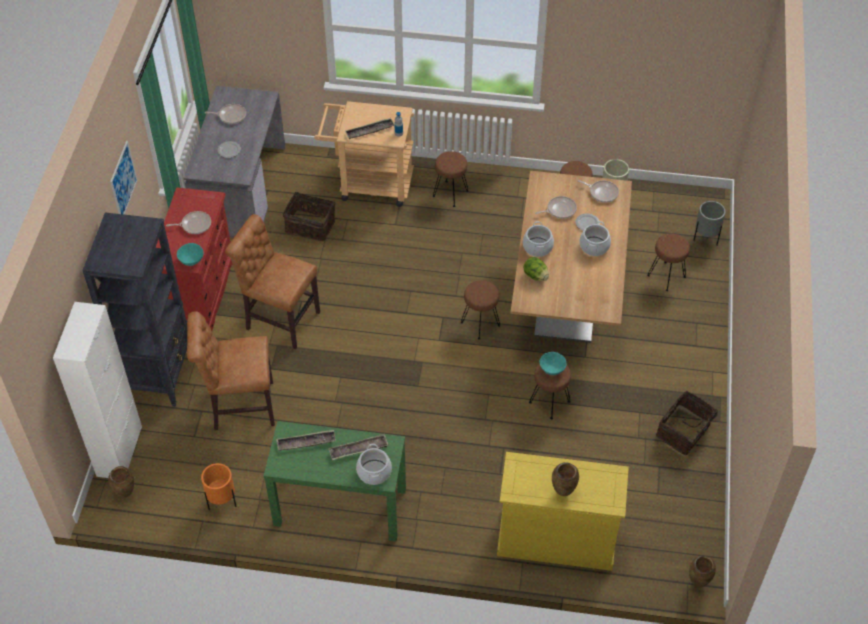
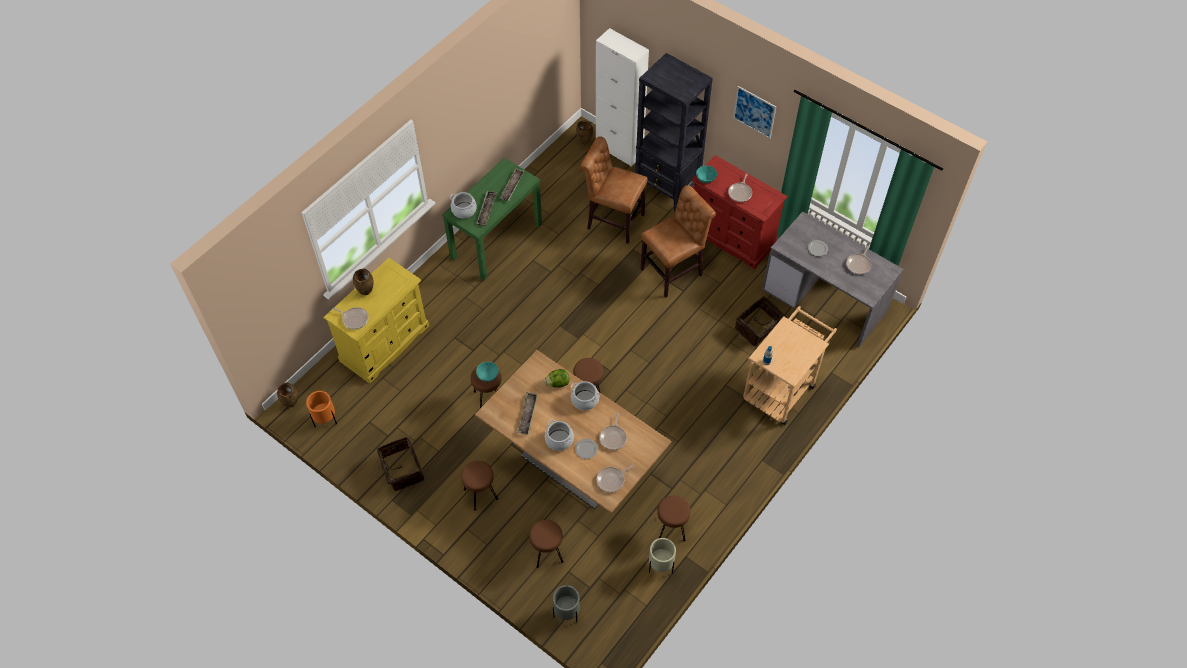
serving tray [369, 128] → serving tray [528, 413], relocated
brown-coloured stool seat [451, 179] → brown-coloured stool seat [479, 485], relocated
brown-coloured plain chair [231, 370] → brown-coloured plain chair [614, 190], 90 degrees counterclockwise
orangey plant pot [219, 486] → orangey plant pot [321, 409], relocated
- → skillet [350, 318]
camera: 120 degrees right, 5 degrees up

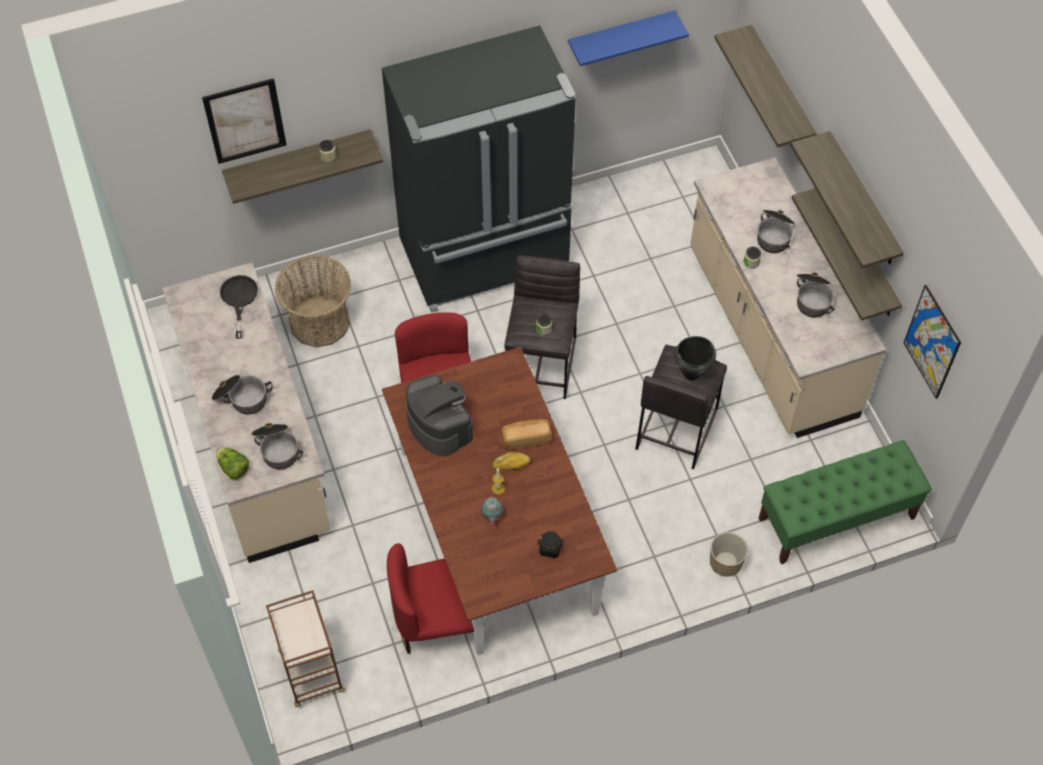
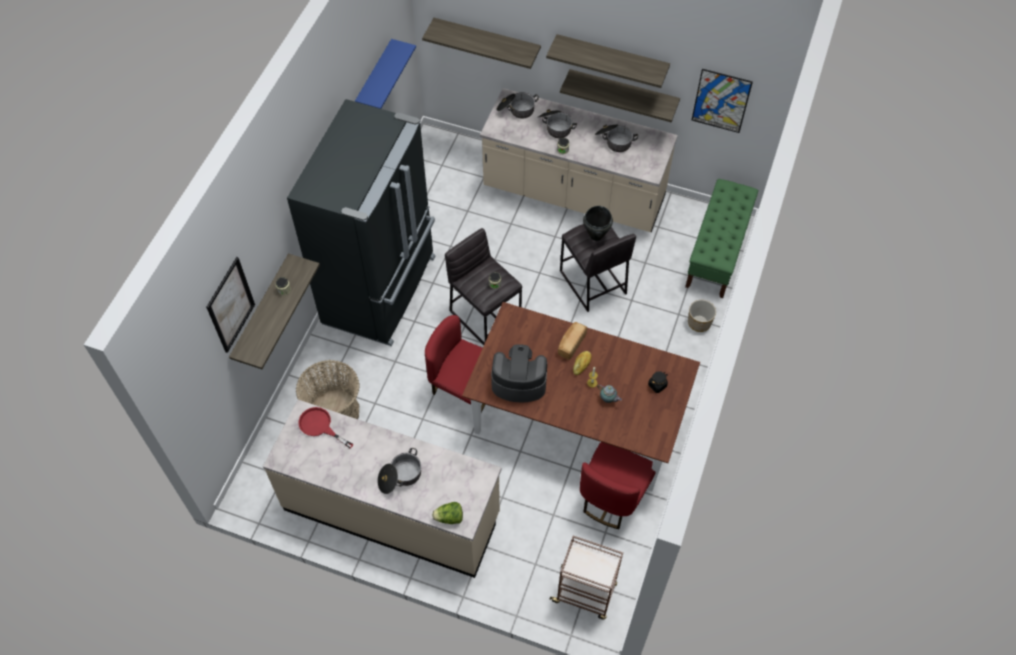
blackish skillet [239, 307] → red-coloured skillet [325, 427]
saucepot [277, 446] → saucepot [517, 105], relocated
camera: 50 degrees left, 0 degrees up

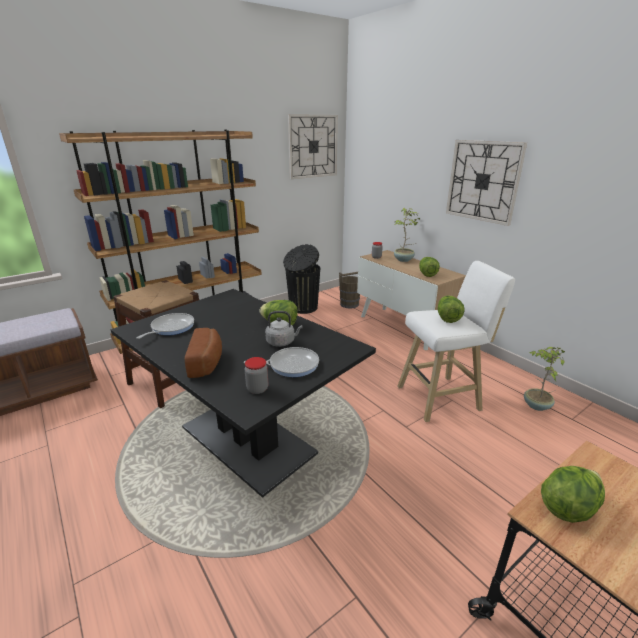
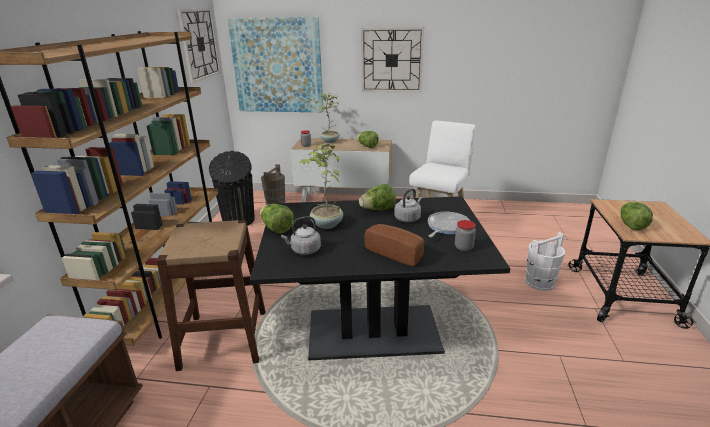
lettuce head [451, 309] → lettuce head [277, 219], relocated
skillet [165, 326] → gray kettle [301, 235]
plant in a pot [544, 379] → plant in a pot [321, 186], relocated
- → wall picture [275, 64]
- → whitish water bucket [545, 261]
camera: 45 degrees left, 0 degrees up

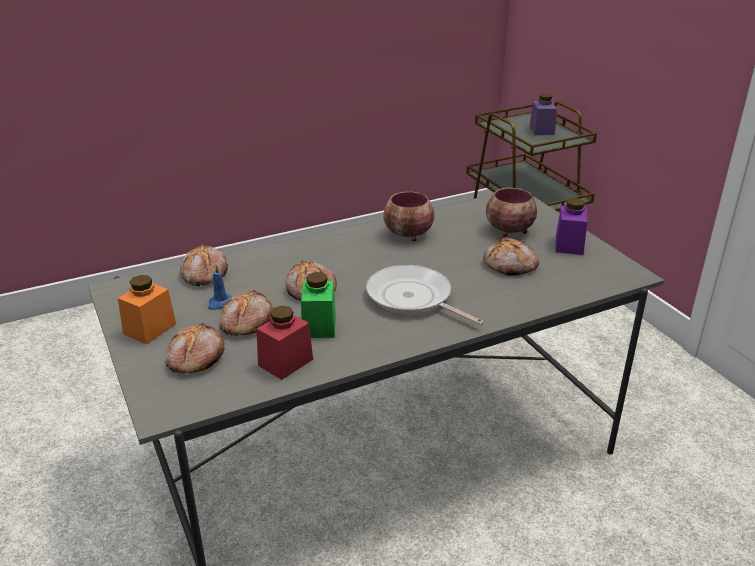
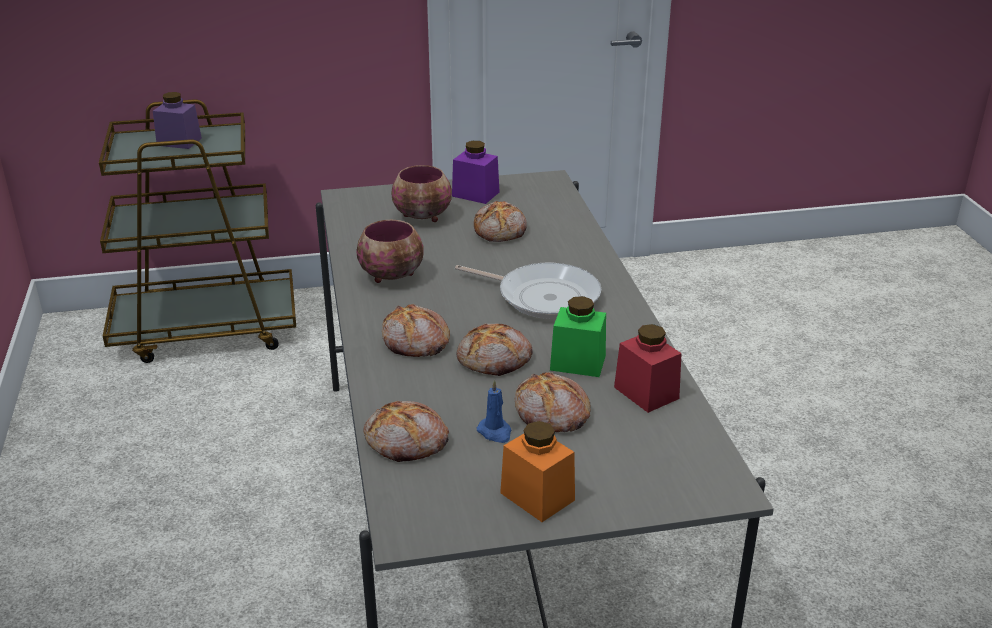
skillet [425, 295] → skillet [528, 291], 120 degrees counterclockwise
bakery bread [195, 348] → bakery bread [416, 330], relocated
camera: 75 degrees left, 0 degrees up

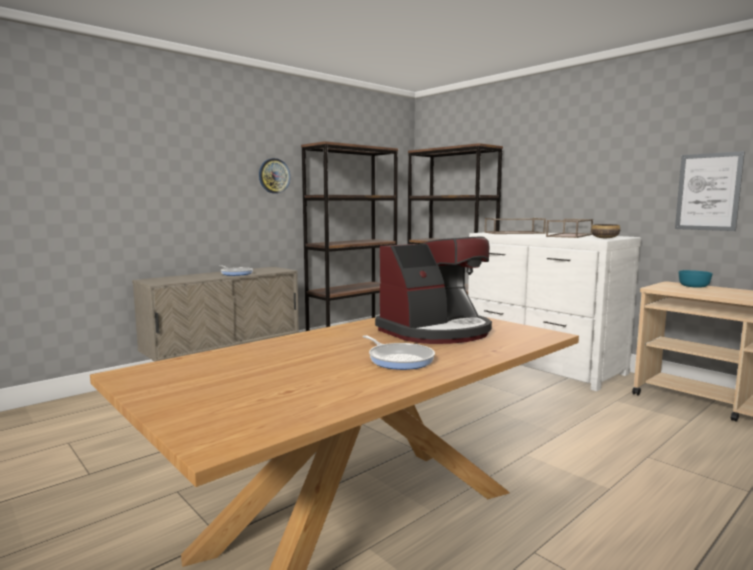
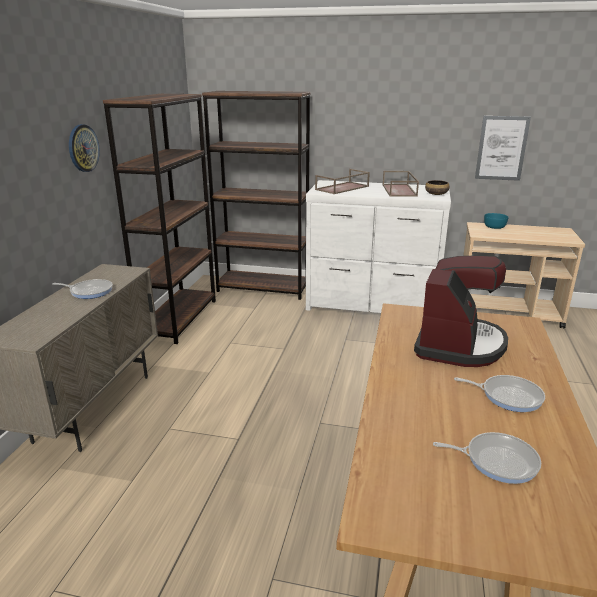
- → skillet [487, 458]
camera: 35 degrees left, 15 degrees up

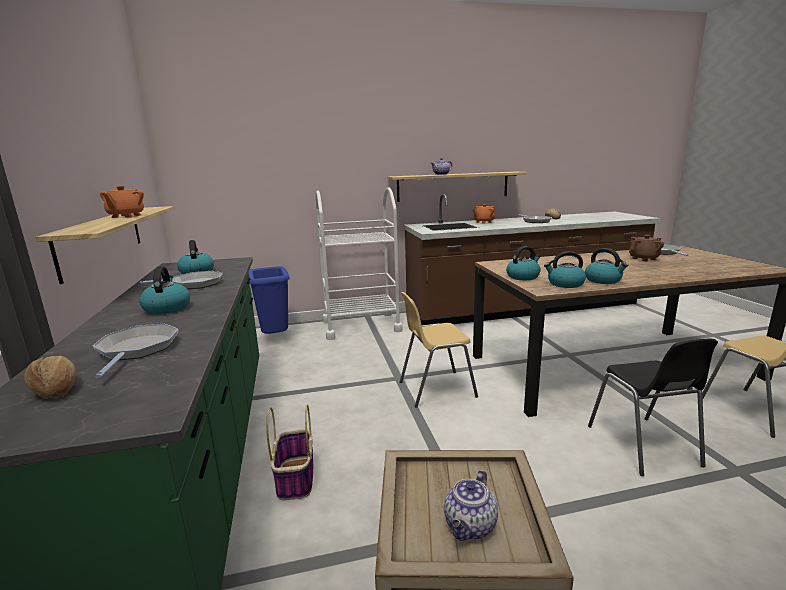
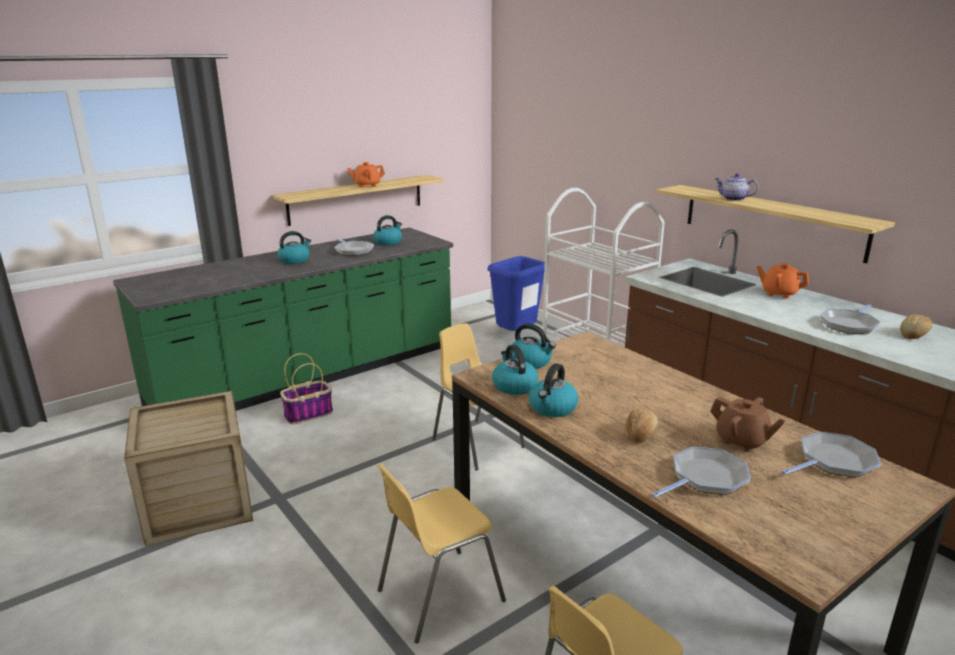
skillet [135, 351] → skillet [701, 472], relocated
blackish plain chair [653, 407] → yellow-coloured plain chair [441, 553]
bakery bread [50, 377] → bakery bread [642, 425], relocated
teapot [471, 505] → -
camera: 65 degrees right, 5 degrees up

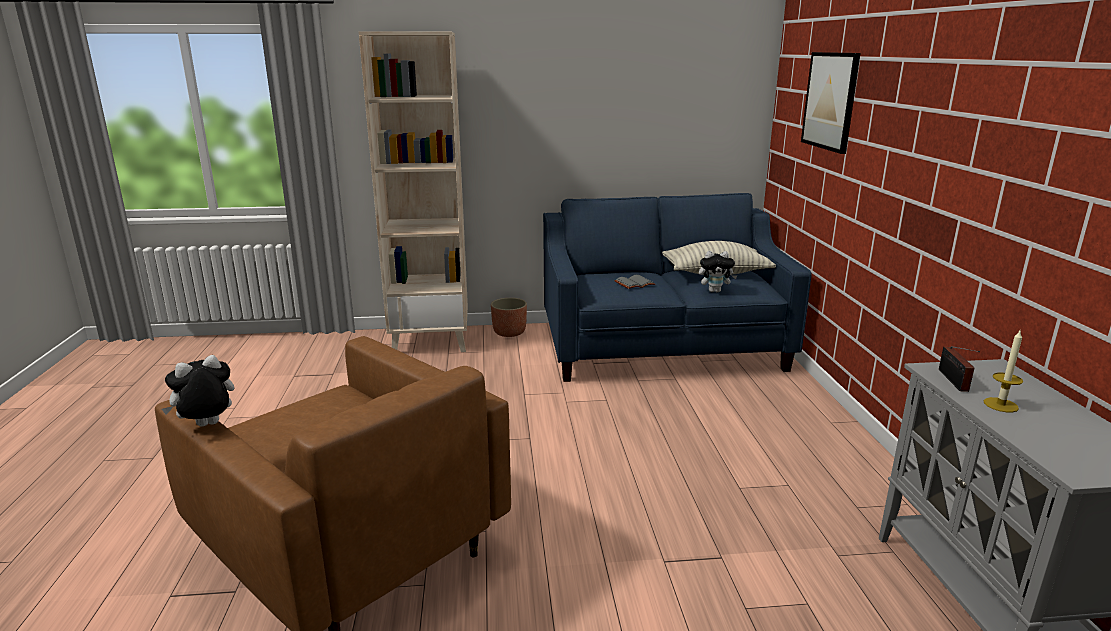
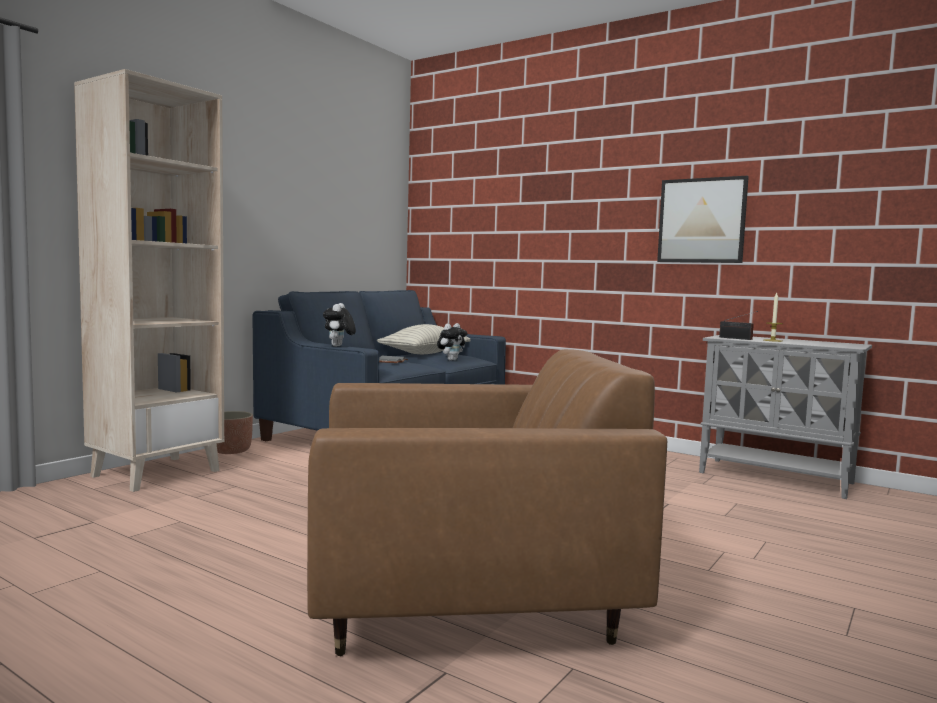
wall picture [831, 103] → wall picture [703, 219], relocated
soft toy [198, 391] → soft toy [339, 324], relocated
camera: 50 degrees left, 15 degrees down

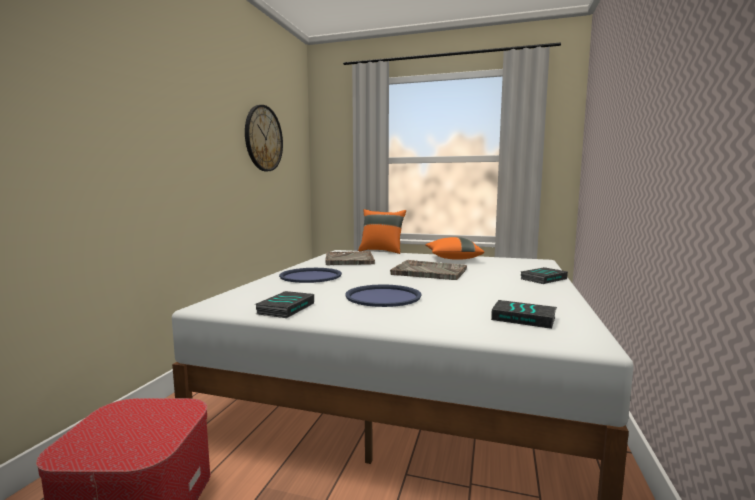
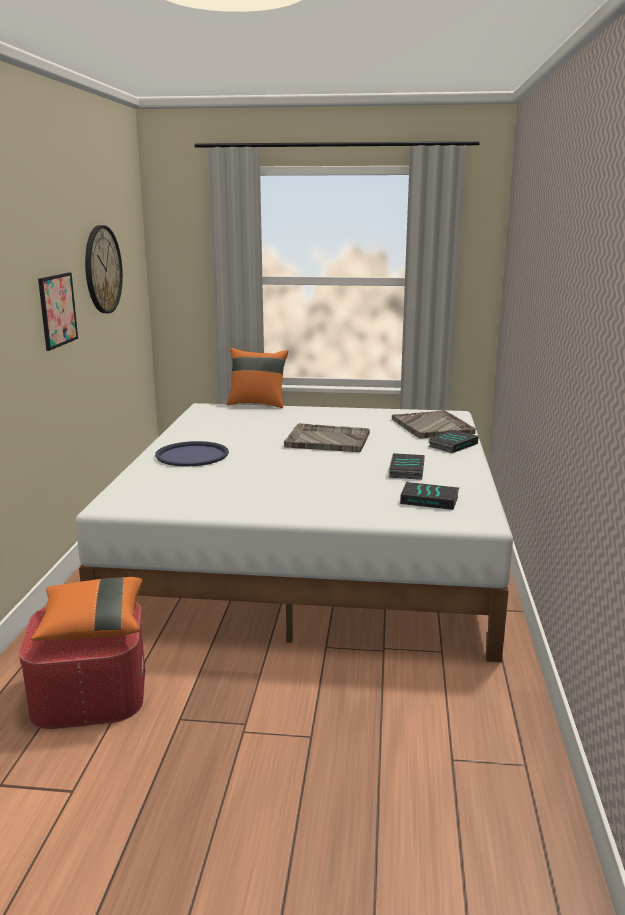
orangey throw pillow [454, 248] → orangey throw pillow [87, 609], relocated
gray serving tray [350, 258] → gray serving tray [434, 424], relocated
blue-coloured serving tray [383, 295] → -
volume [284, 304] → volume [407, 466], relocated
- → wall picture [58, 312]
camera: 10 degrees left, 10 degrees up

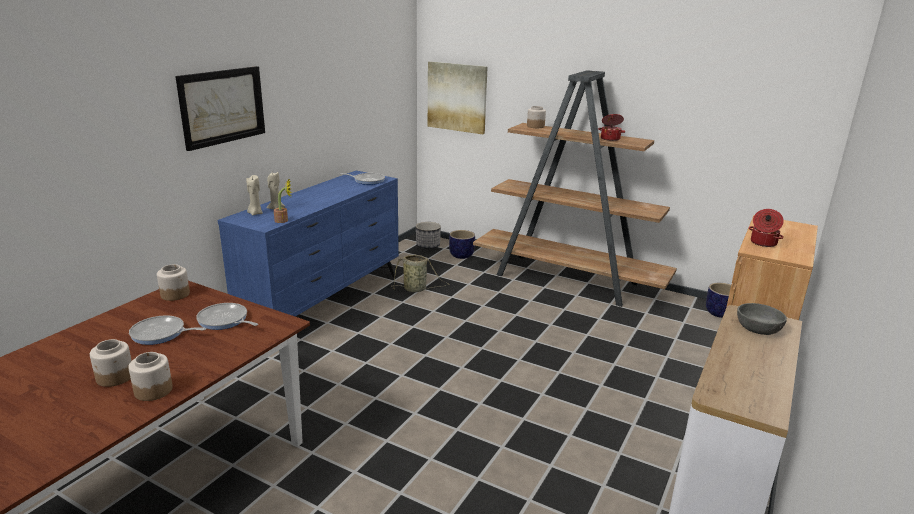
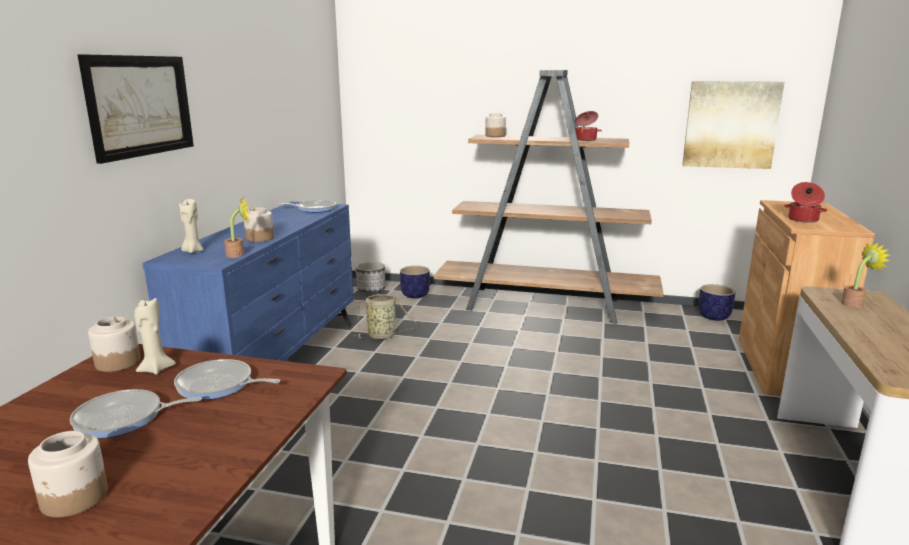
wall picture [458, 97] → wall picture [733, 125], relocated
sand-coloured wax light [275, 191] → sand-coloured wax light [155, 336], relocated
gray bowl [762, 319] → plant in a pot [865, 275]
jar [150, 376] → jar [258, 225], relocated
camera: 15 degrees left, 5 degrees down

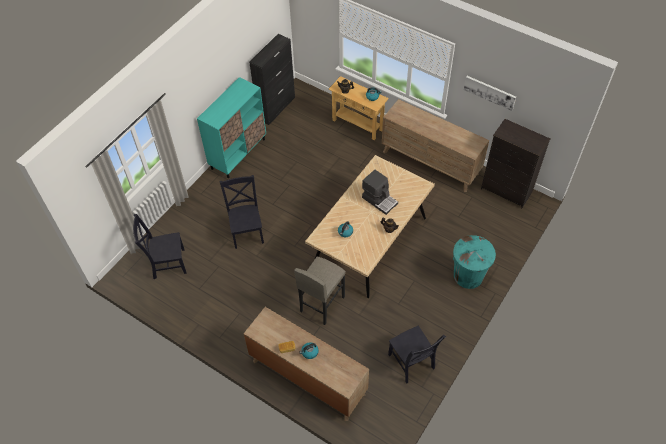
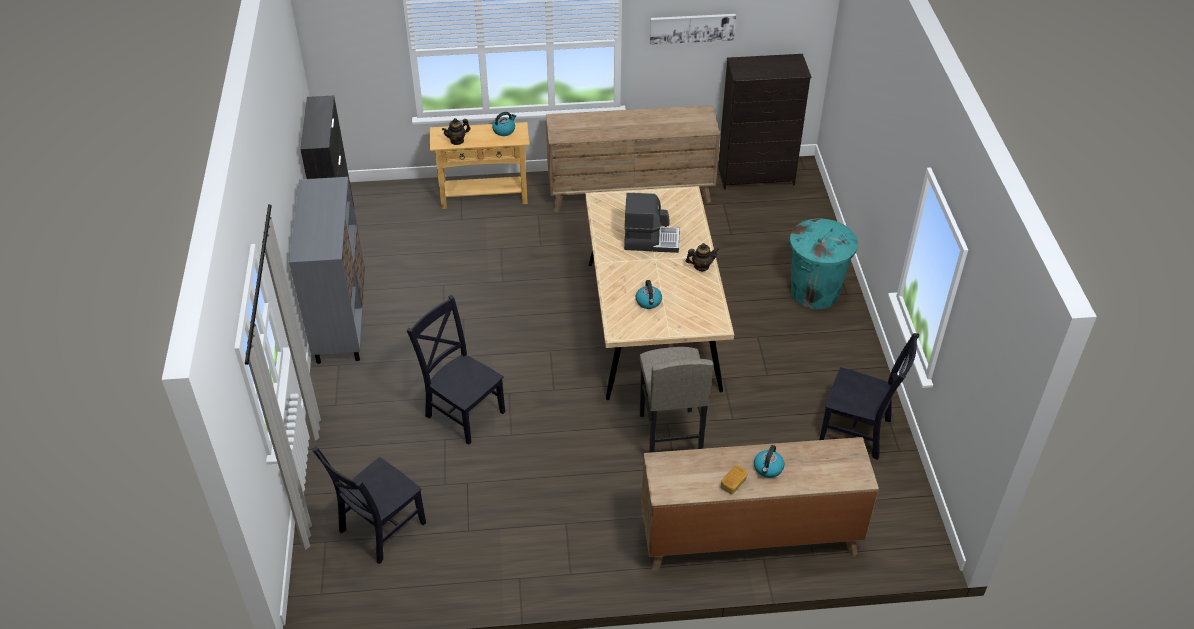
turquoise cabinet [231, 127] → gray cabinet [327, 270]
camera: 40 degrees left, 10 degrees down

